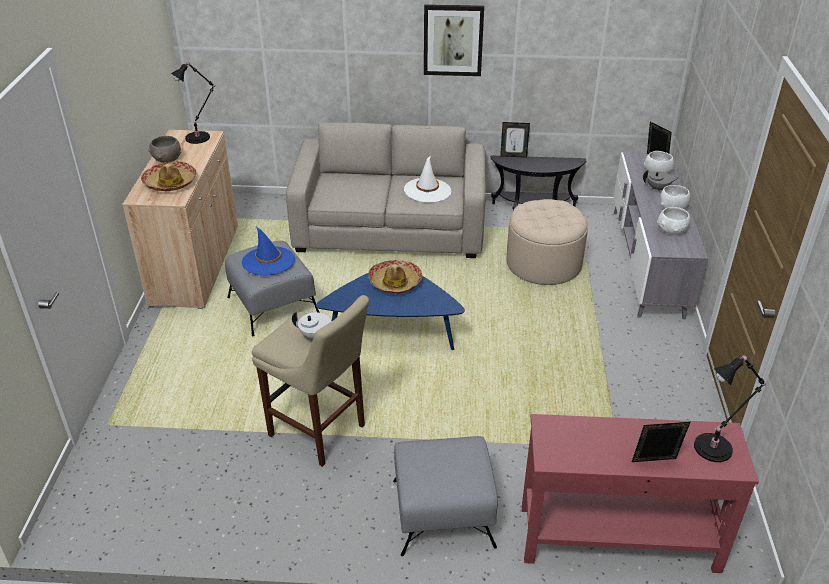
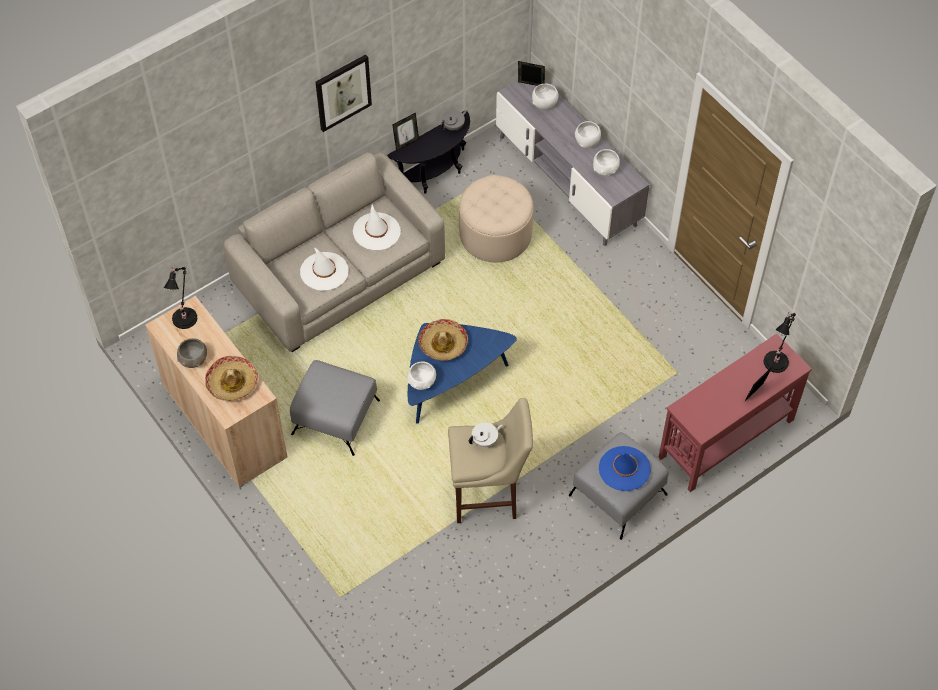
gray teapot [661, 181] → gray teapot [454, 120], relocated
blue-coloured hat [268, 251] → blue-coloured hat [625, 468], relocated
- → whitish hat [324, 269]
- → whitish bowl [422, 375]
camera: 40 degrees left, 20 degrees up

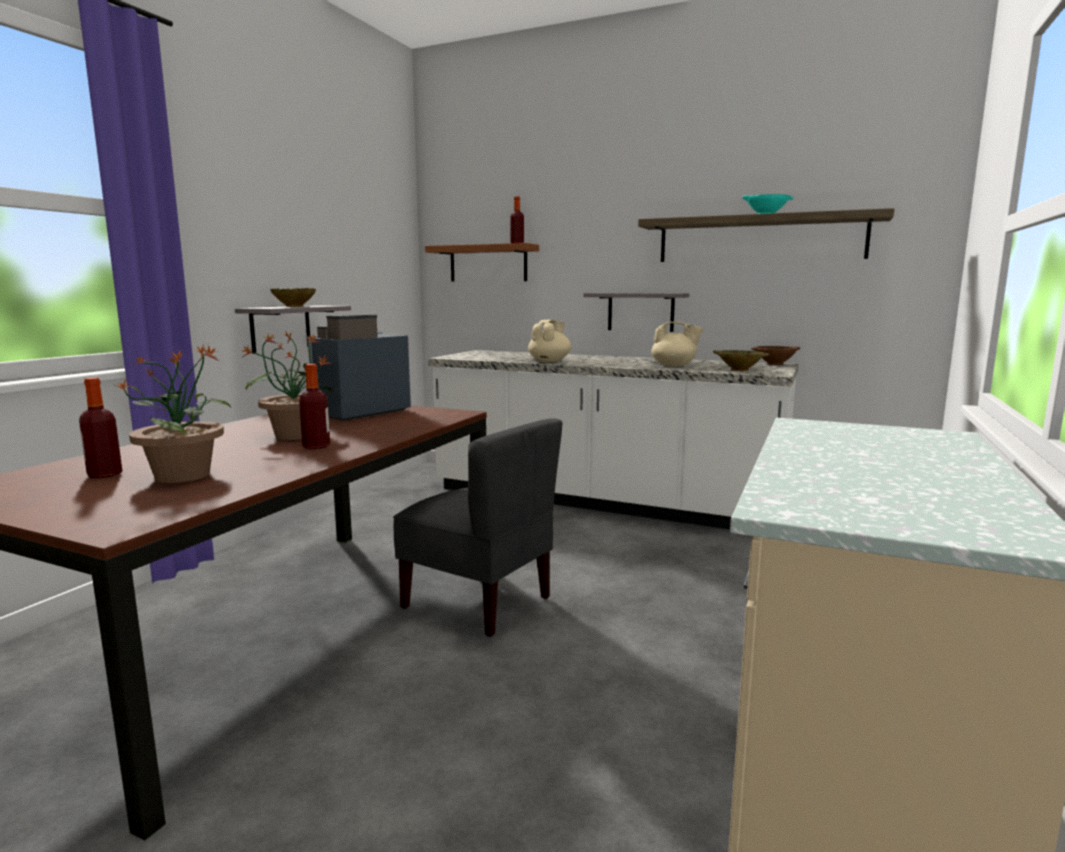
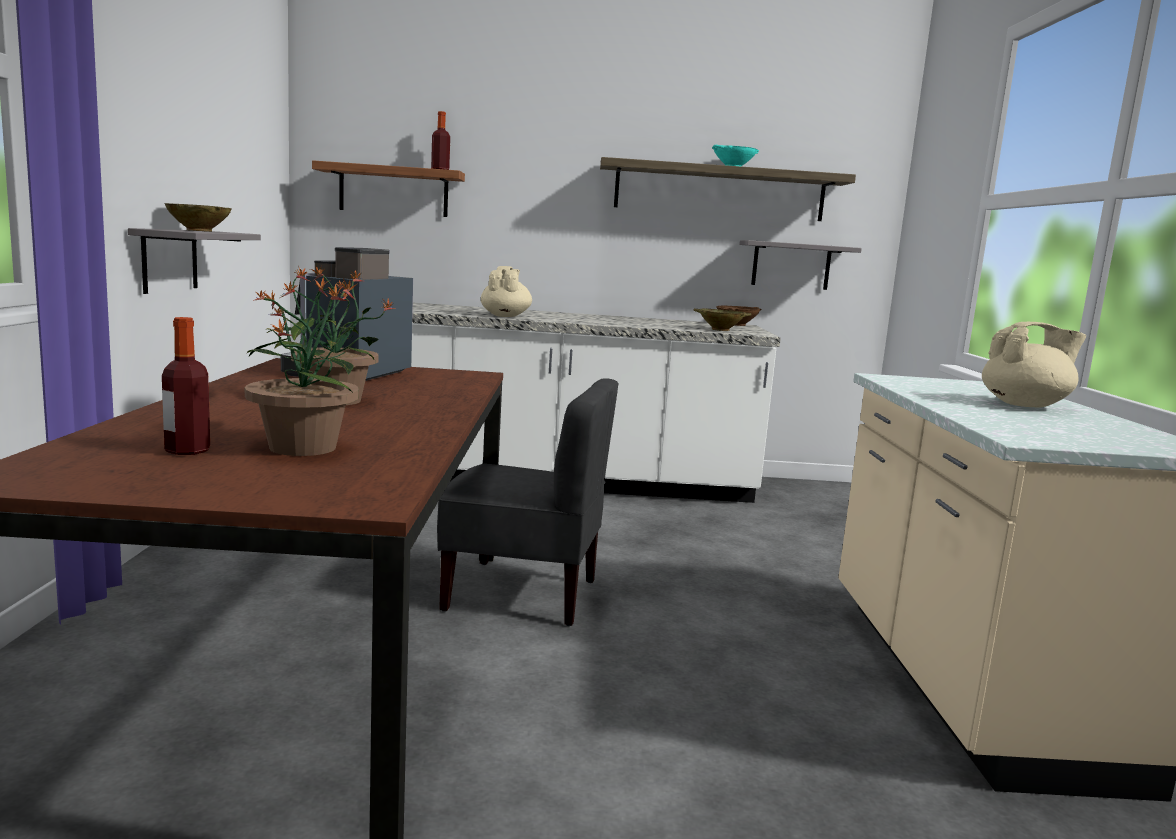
gray bracket shelf [636, 312] → gray bracket shelf [800, 265], relocated
sand-coloured teapot [677, 343] → sand-coloured teapot [1034, 365], relocated
beverage bottle [314, 406] → -
camera: 25 degrees left, 0 degrees up

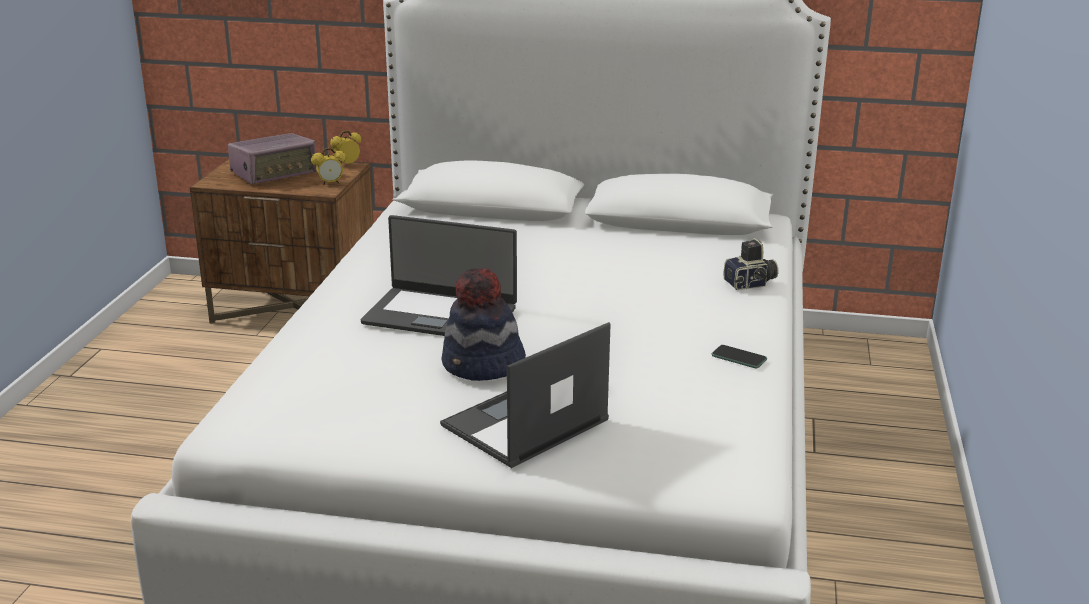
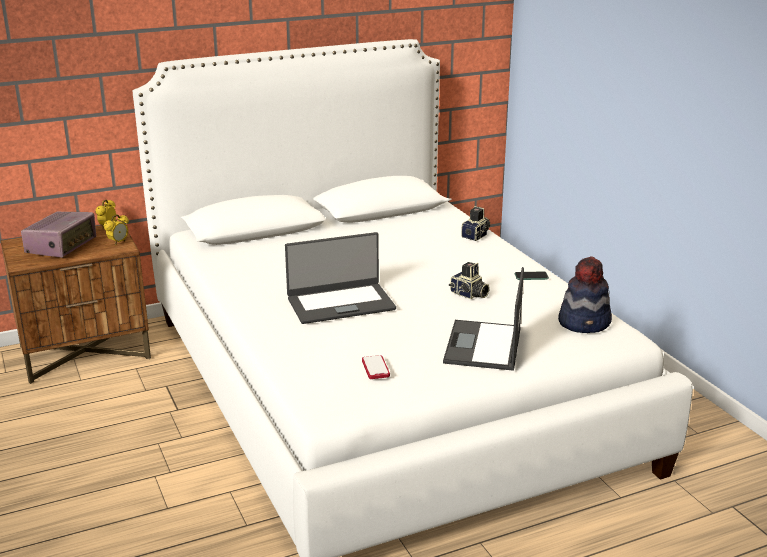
hat [483, 324] → hat [585, 294], relocated
- → photo camera [469, 280]
- → phone [376, 367]
camera: 35 degrees left, 0 degrees up

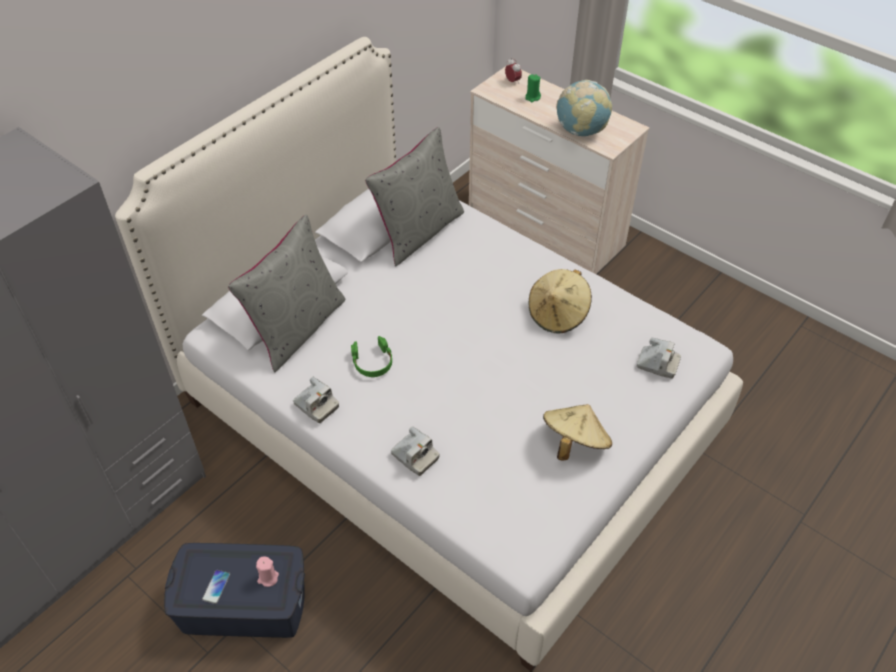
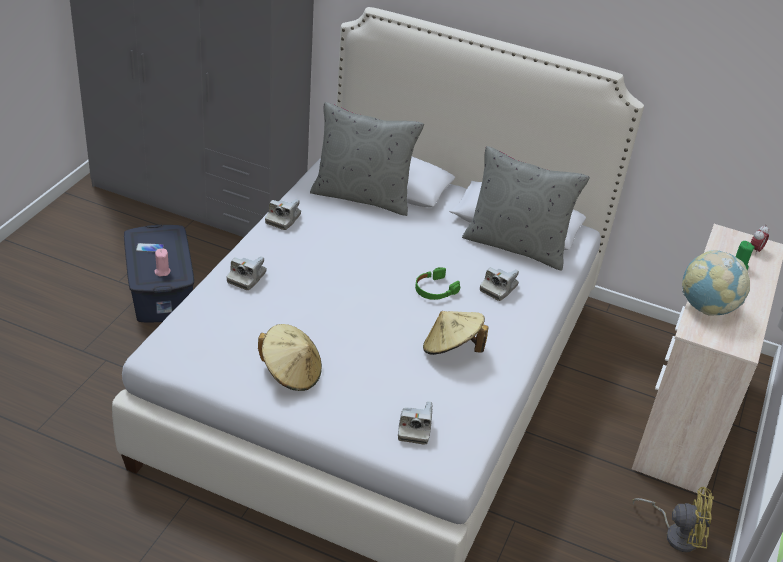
greenish pair of headphones [371, 356] → greenish pair of headphones [437, 283], relocated
- → photo camera [499, 284]
- → yellow-coloured fan [673, 519]
camera: 70 degrees right, 10 degrees down

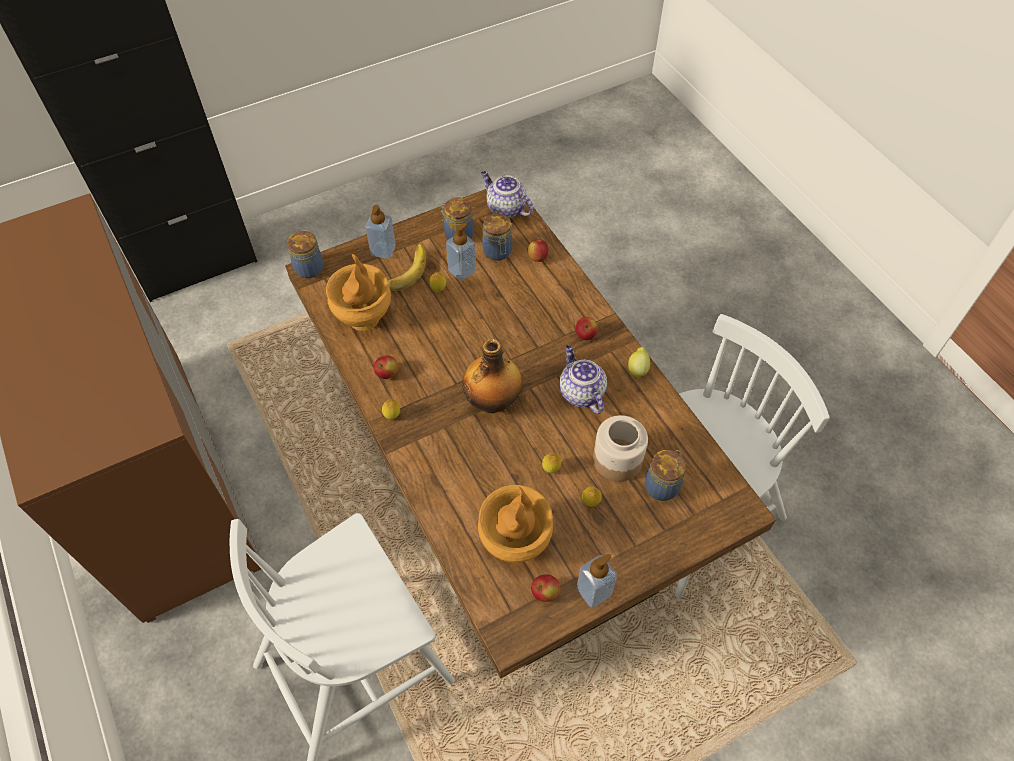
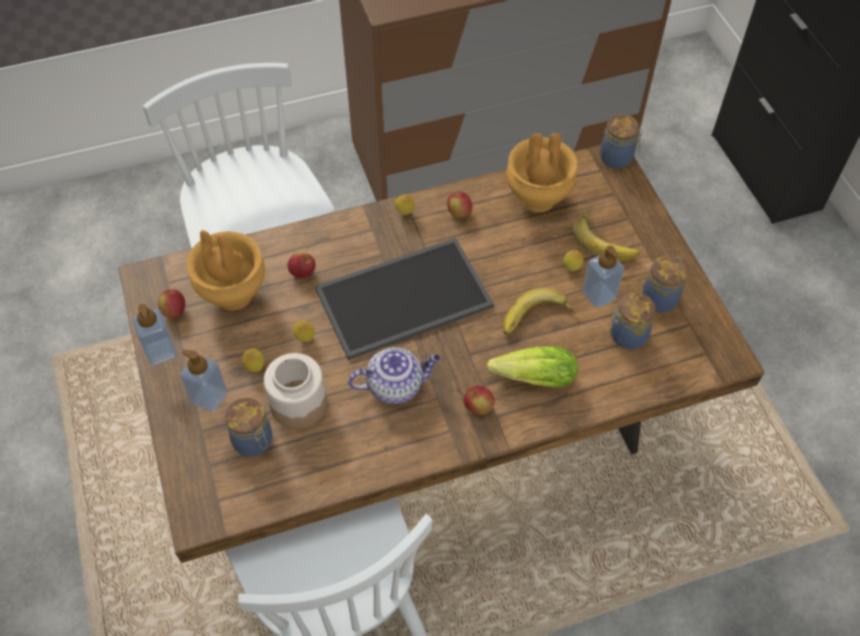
teapot [507, 194] → -
soap dispenser [381, 232] → soap dispenser [203, 380], relocated
apple fruit [537, 250] → apple fruit [301, 265], relocated
beverage bottle [492, 376] → serving tray [404, 299]
whole lemon [639, 363] → -
- → banana fruit [539, 311]
- → lettuce head [532, 366]
camera: 100 degrees right, 0 degrees up

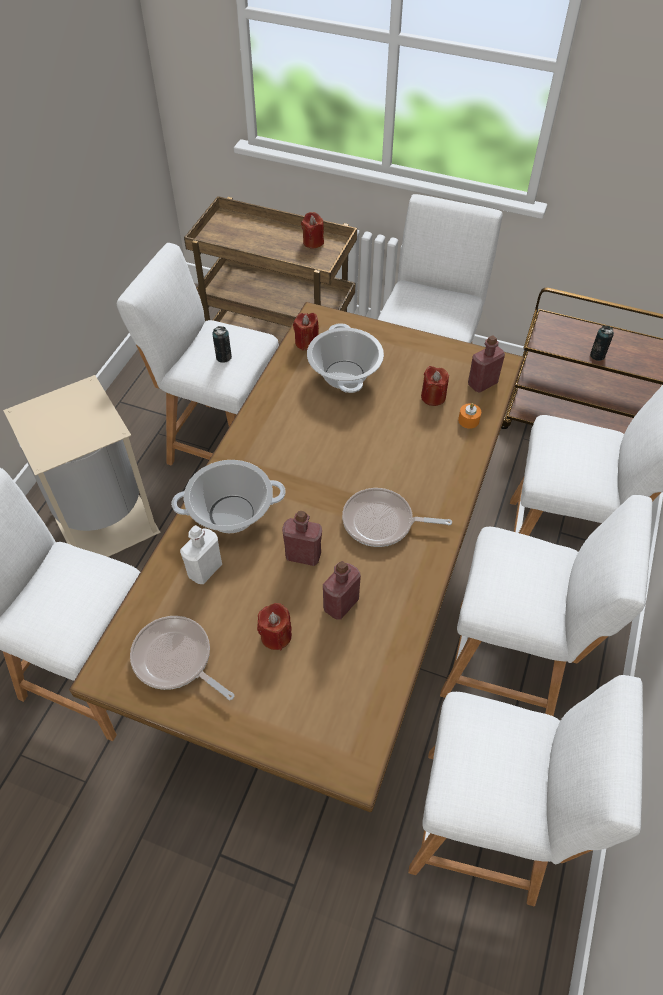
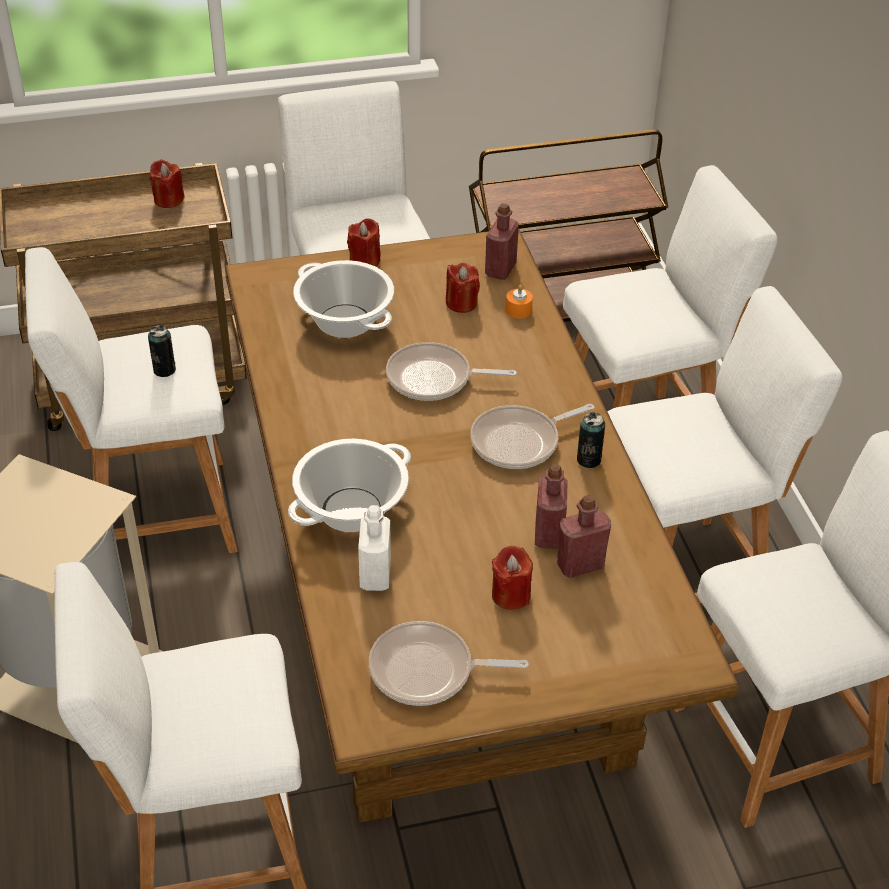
red-coloured wax light [306, 332] → red-coloured wax light [364, 242], relocated
sealed can [602, 343] → sealed can [591, 440], relocated
red-coloured beverage bottle [302, 538] → red-coloured beverage bottle [584, 536], relocated
- → skillet [451, 371]
camera: 35 degrees left, 10 degrees down

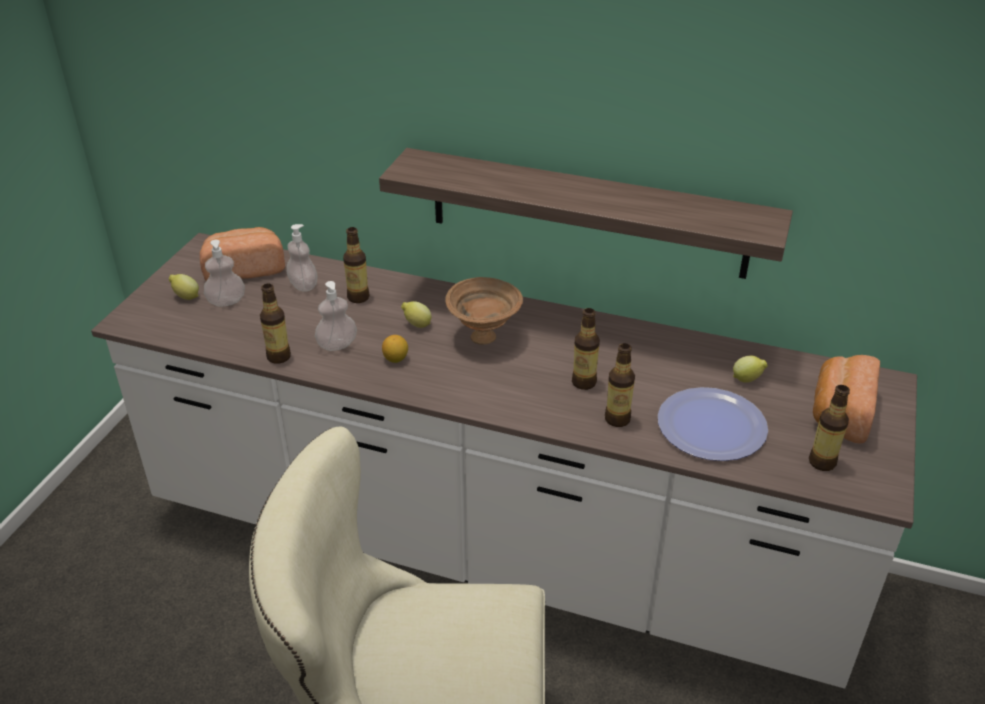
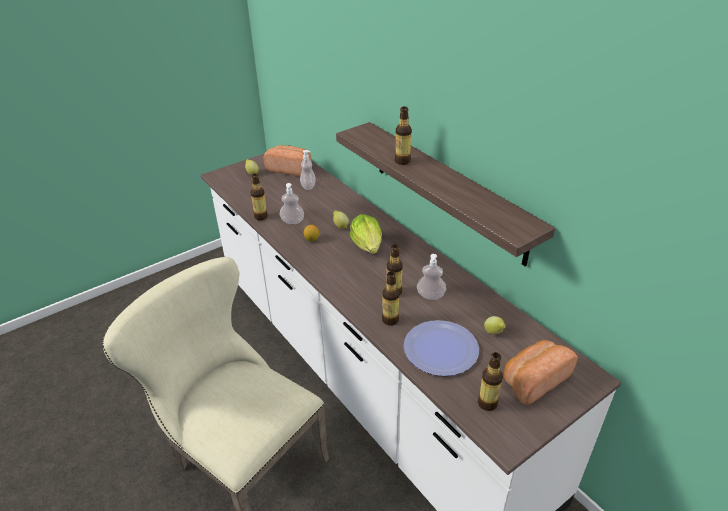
beverage bottle [356, 265] → beverage bottle [403, 135], relocated
soap dispenser [224, 273] → soap dispenser [431, 277], relocated
brown-coloured bowl [484, 310] → lettuce head [366, 234]
camera: 35 degrees right, 0 degrees up

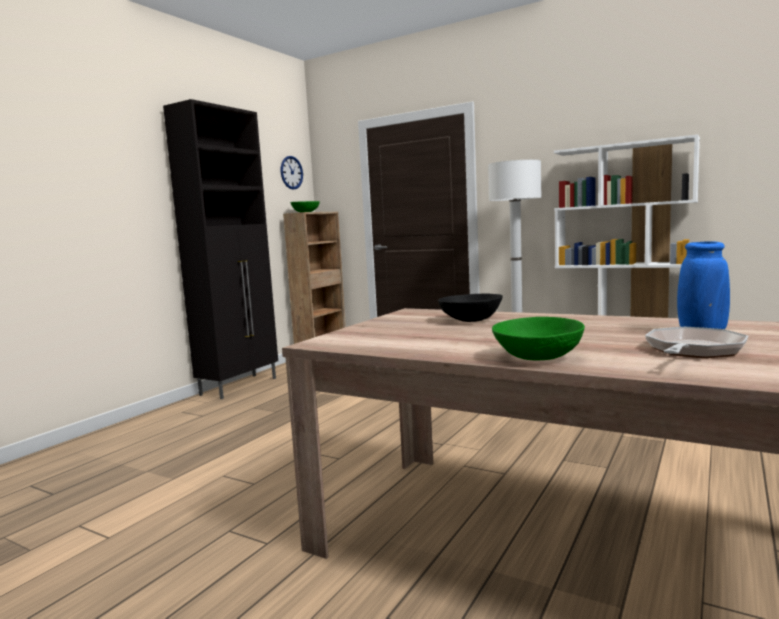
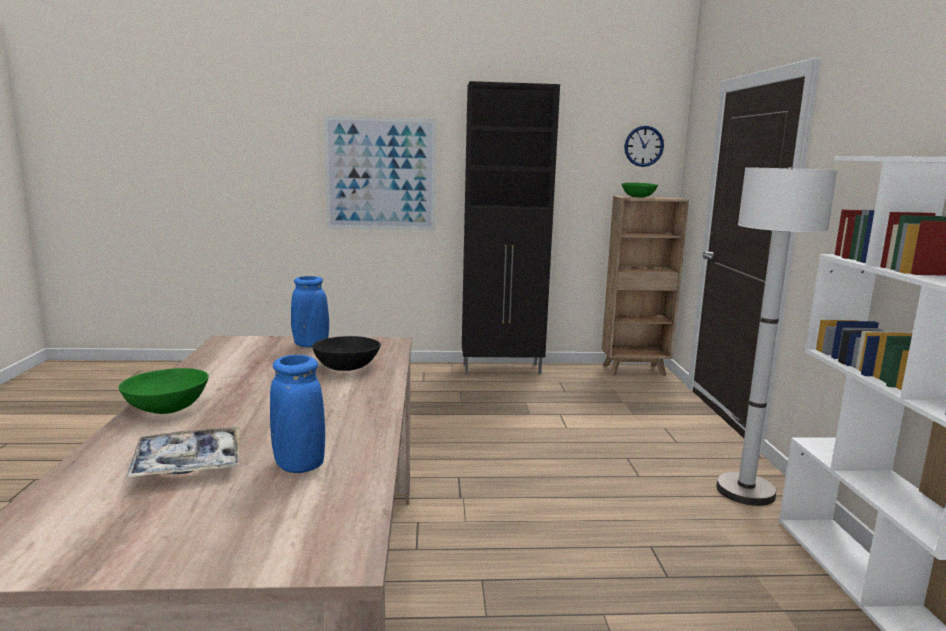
skillet [696, 342] → serving tray [183, 452]
- → wall picture [380, 173]
- → blue-coloured flower vase [310, 311]
camera: 55 degrees right, 5 degrees up

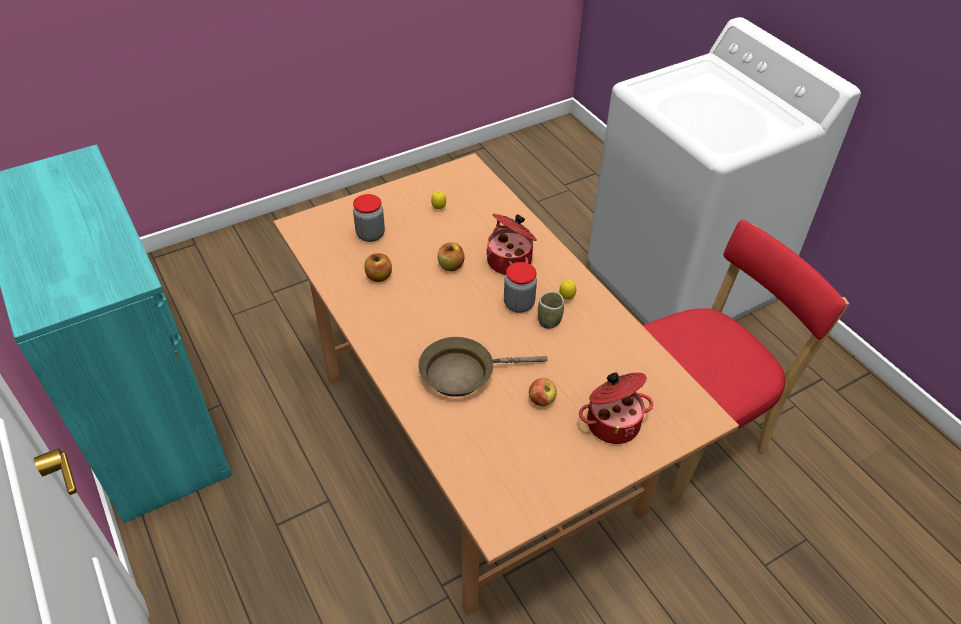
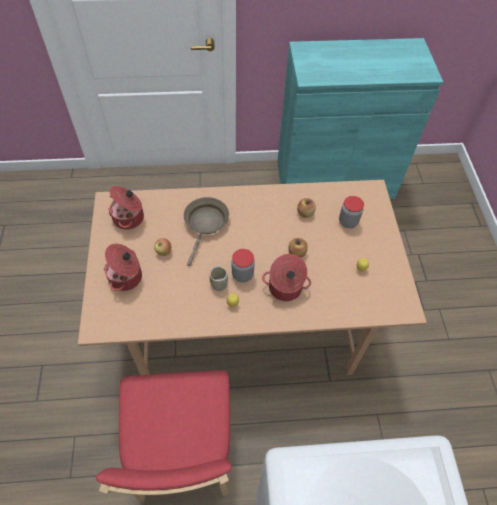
- → saucepot [126, 208]
camera: 115 degrees right, 10 degrees up

